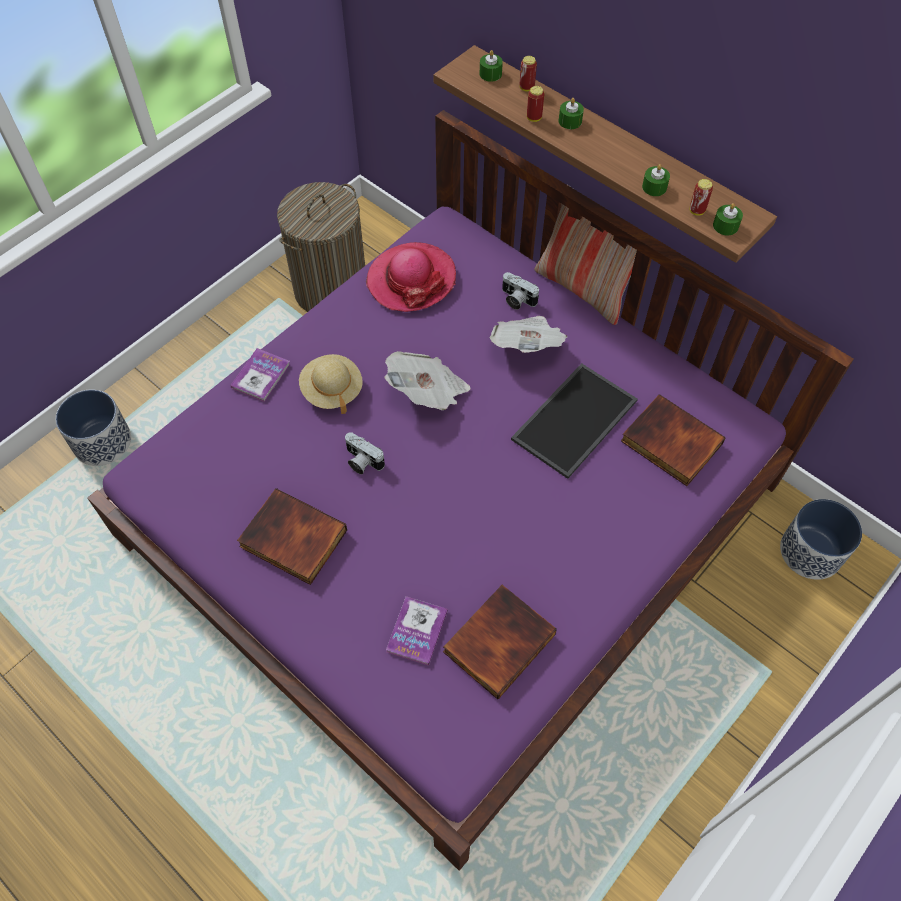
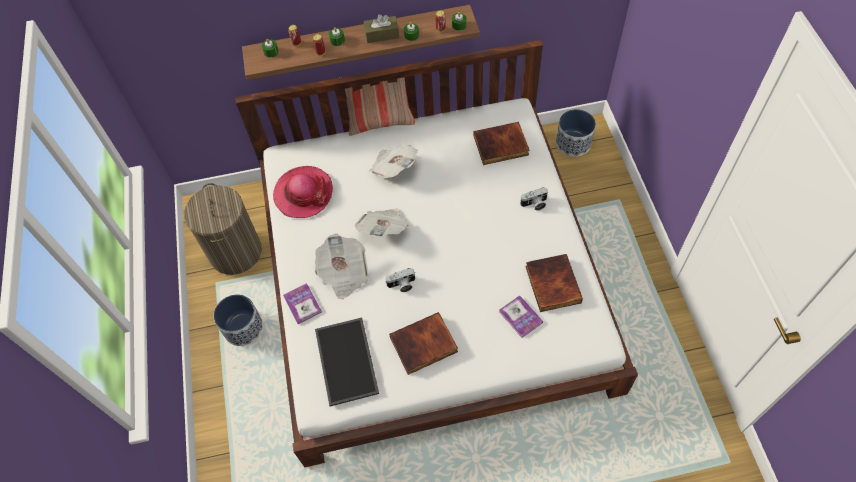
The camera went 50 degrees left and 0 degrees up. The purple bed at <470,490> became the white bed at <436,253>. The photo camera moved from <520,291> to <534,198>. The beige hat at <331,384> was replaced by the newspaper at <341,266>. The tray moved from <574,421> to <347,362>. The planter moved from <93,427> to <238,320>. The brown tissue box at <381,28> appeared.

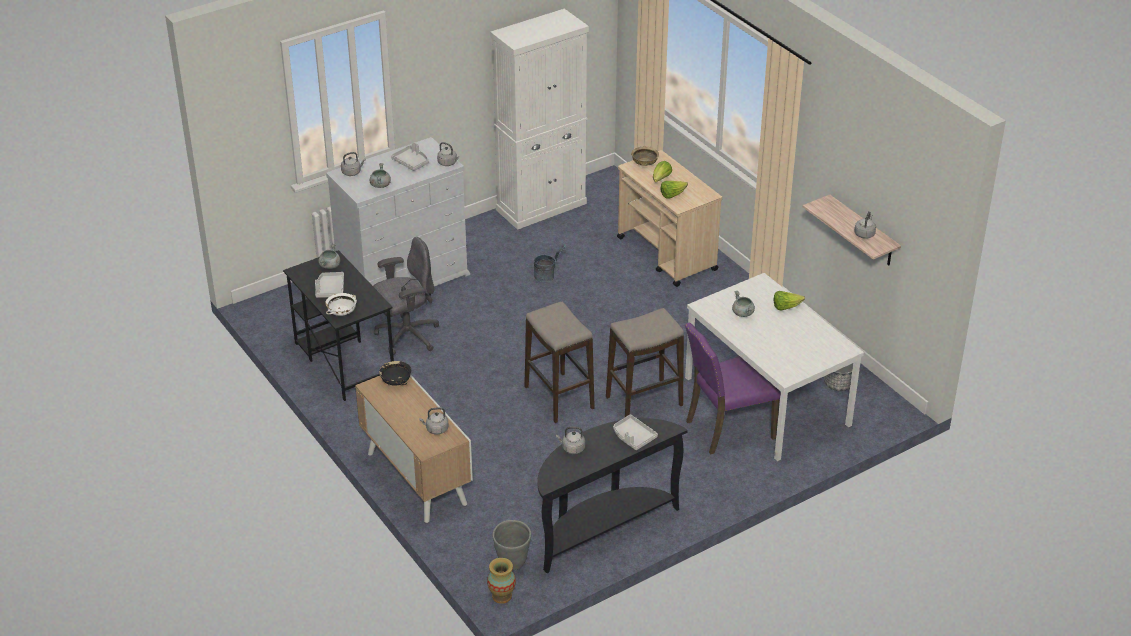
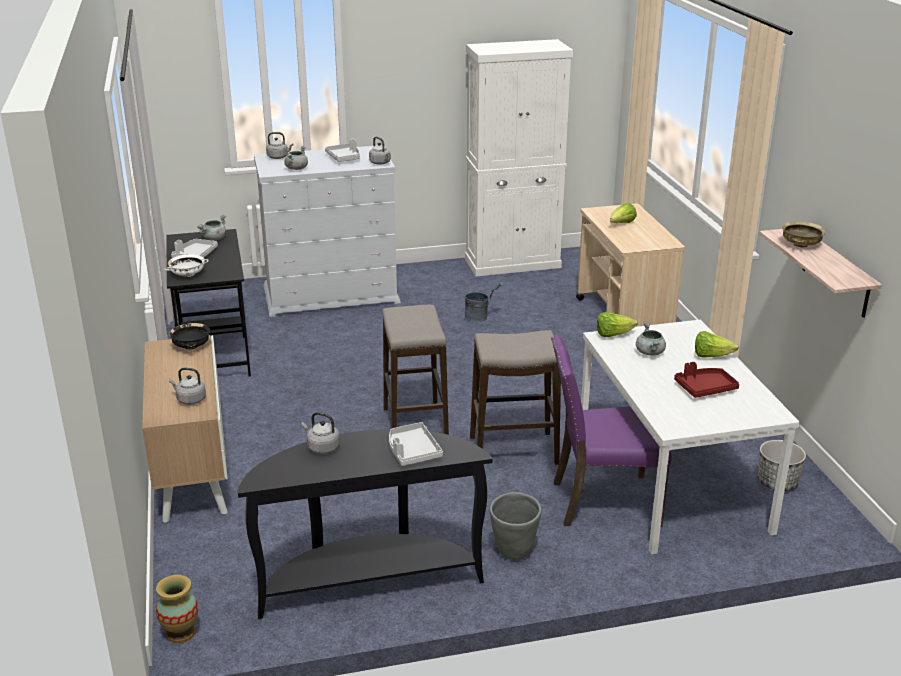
The camera went 20 degrees right and 10 degrees down. The beige bowl moved from <645,156> to <804,234>. The lettuce moved from <674,190> to <617,324>. The grey kettle at <865,225> disappeared. The grey office chair at <406,296> disappeared. The grey planter moved from <512,545> to <516,526>. The red tray at <706,380> appeared.

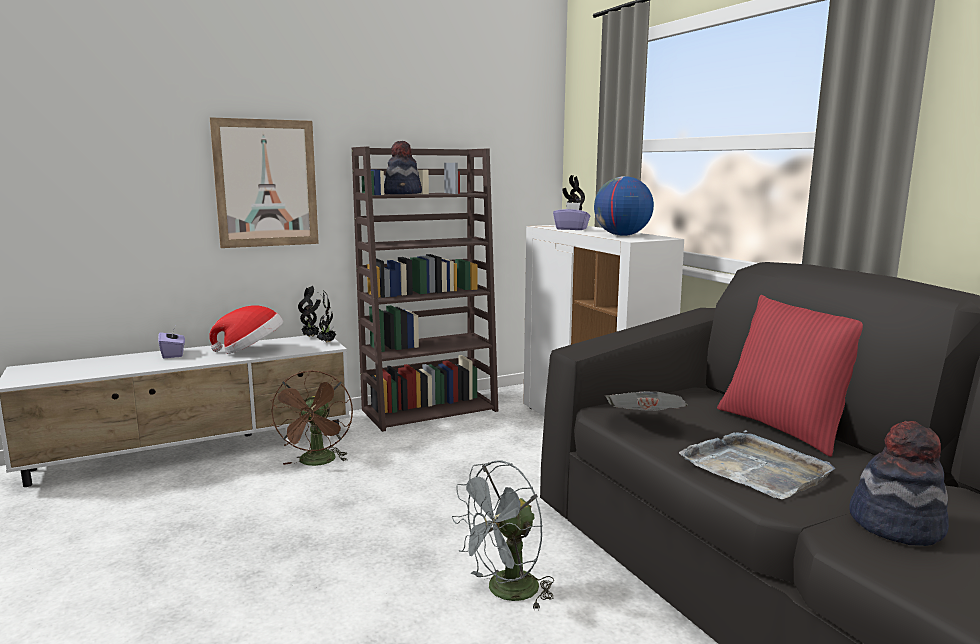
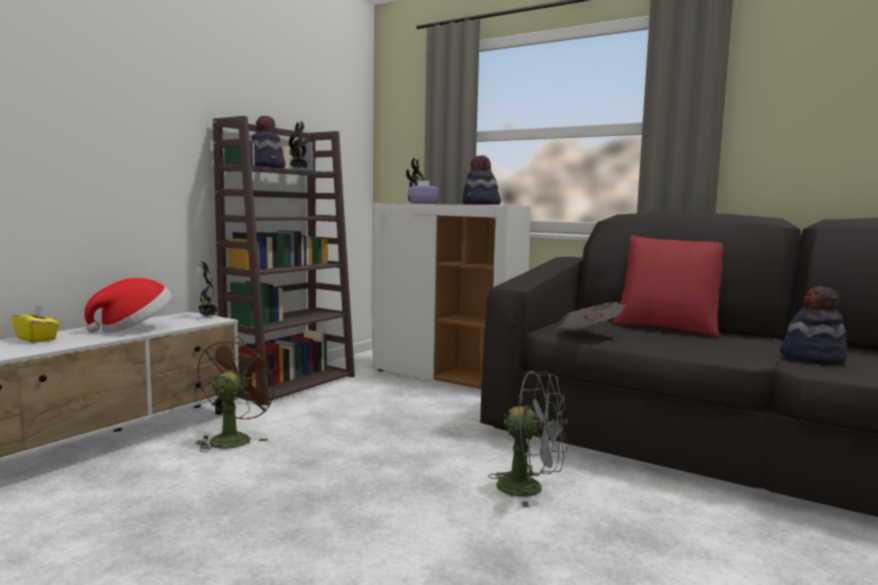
The camera went 30 degrees left and 5 degrees down. The picture at <264,182> disappeared. The globe at <624,206> was replaced by the hat at <481,180>. The potted plant moved from <309,311> to <299,145>. The purple tissue box at <171,342> became the yellow tissue box at <36,324>. The brown fan at <311,418> turned 135 degrees counterclockwise. The grey tray at <757,464> disappeared. The grey fan at <503,535> turned 90 degrees counterclockwise.

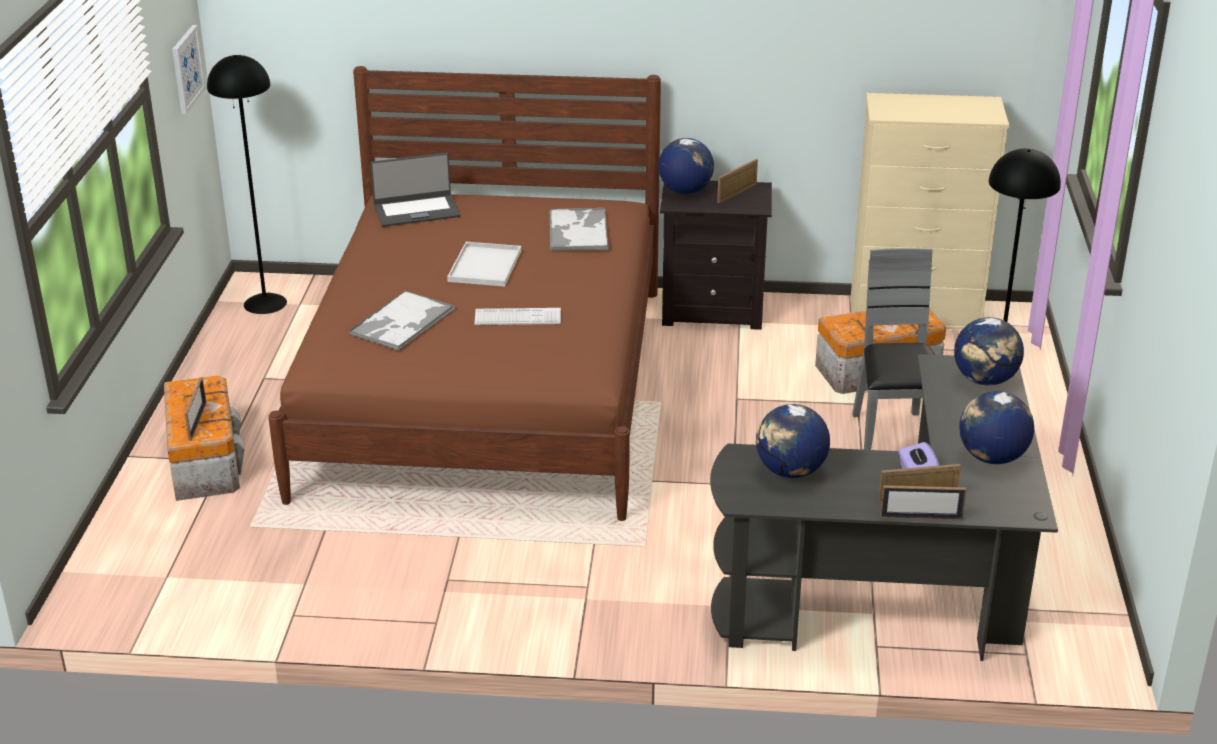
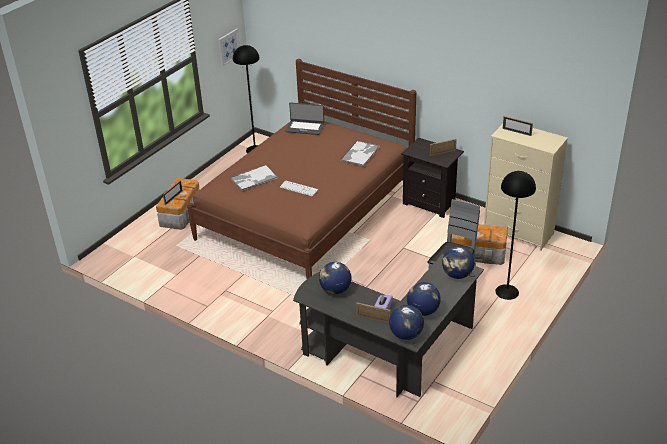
The camera went 30 degrees right and 5 degrees up. The globe moved from <686,166> to <406,322>. The white tray at <484,264> disappeared. The picture frame moved from <923,502> to <518,126>.

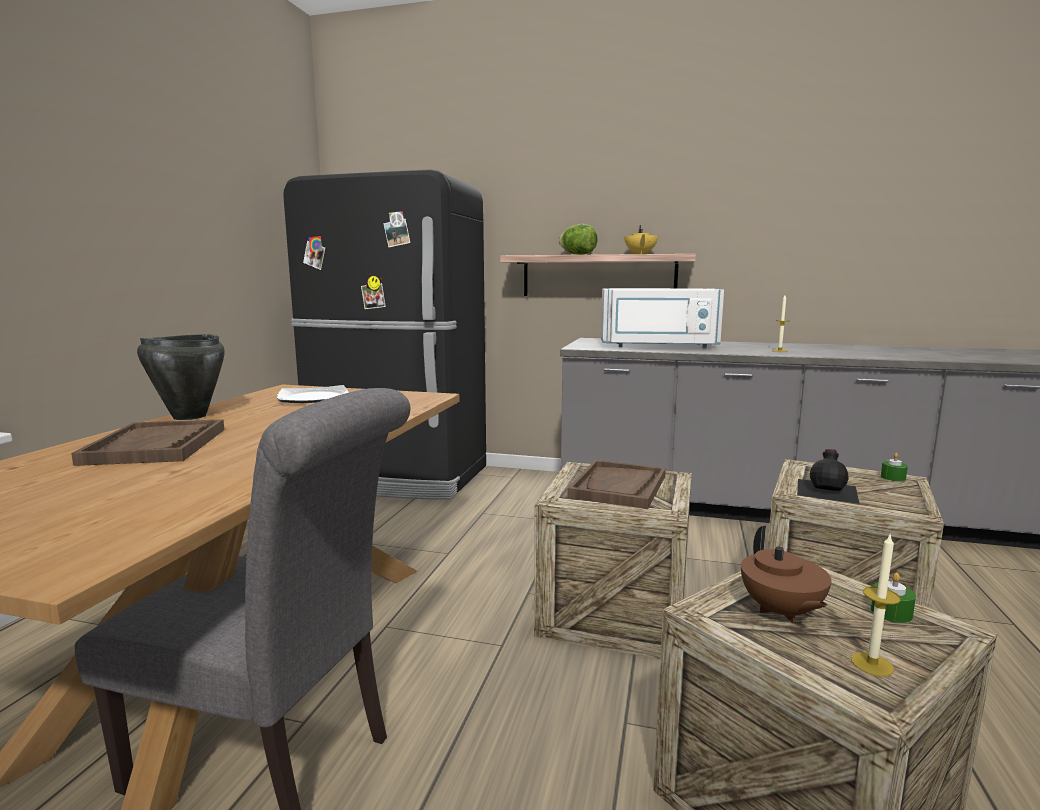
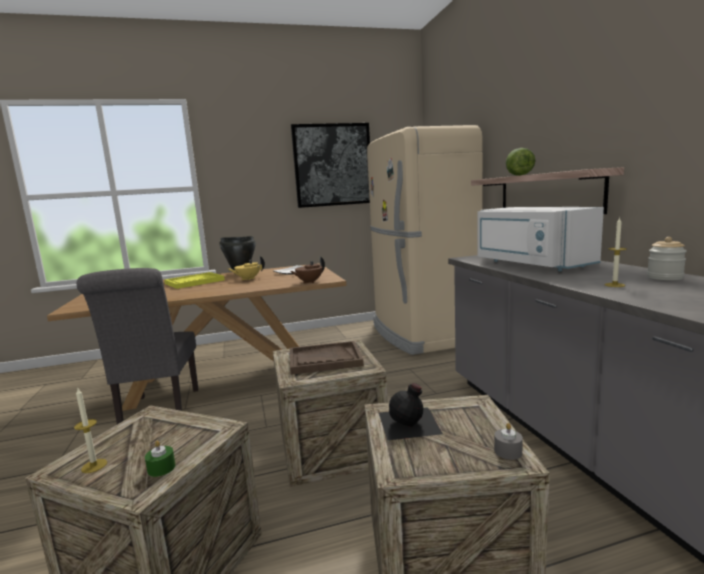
The camera went 60 degrees right and 0 degrees up. The black fridge at <384,335> became the beige fridge at <425,240>. The yellow teapot moved from <641,239> to <246,268>. The brown tray at <147,442> became the yellow tray at <194,280>. The green candle at <894,467> became the grey candle at <508,441>. The brown teapot moved from <786,574> to <307,270>. The picture at <330,165> appeared. The jar at <667,258> appeared.

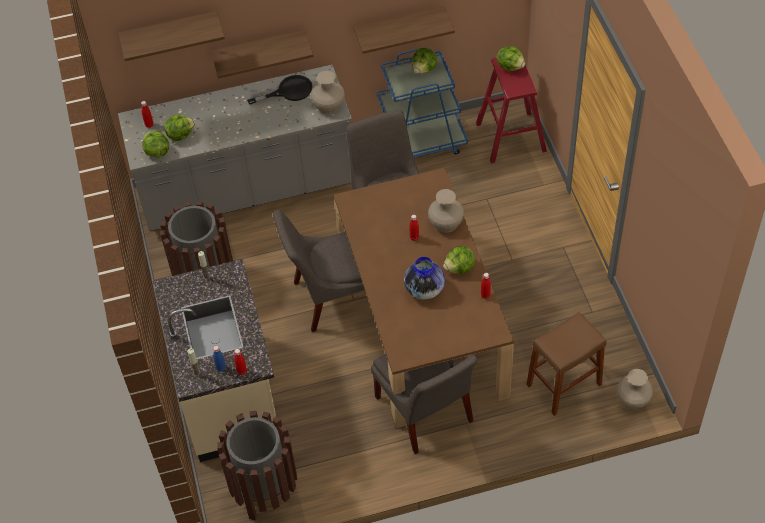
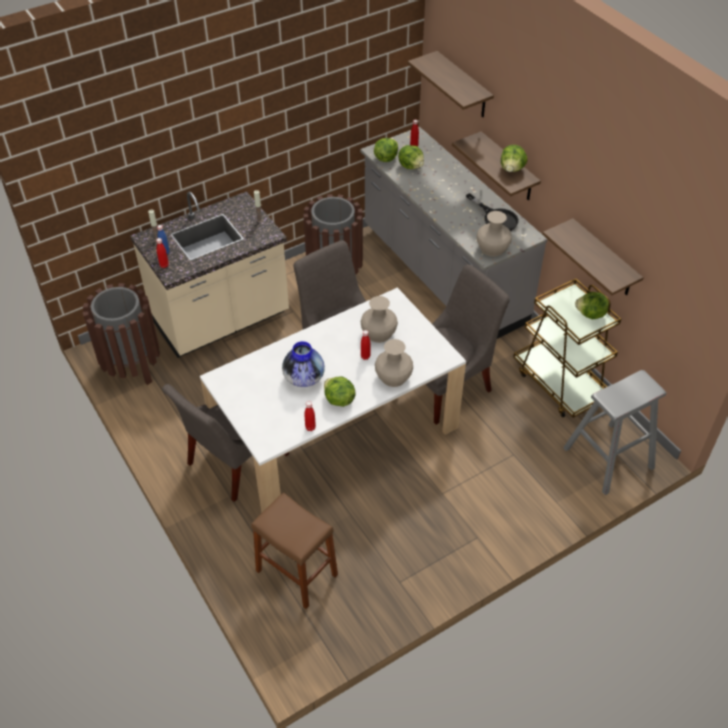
The camera went 70 degrees right and 5 degrees down. The lettuce moved from <511,58> to <514,158>. The blue cart at <422,103> became the brown cart at <567,348>. The red stool at <511,110> became the grey stool at <614,432>. The brown dining table at <424,298> became the white dining table at <333,400>. The beige vase moved from <634,389> to <379,319>.

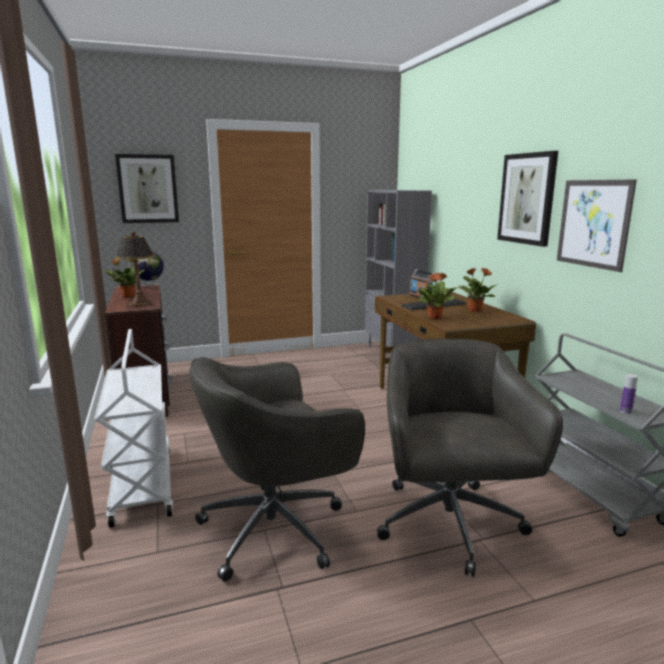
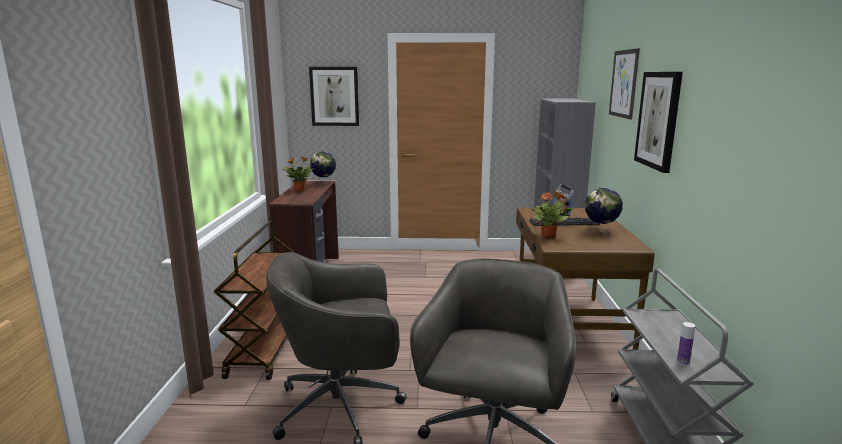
The camera went 20 degrees right and 0 degrees up. The picture moved from <597,226> to <624,83>. The table lamp at <135,269> disappeared. The potted plant at <477,289> was replaced by the globe at <604,211>. The white cart at <133,428> became the brown cart at <254,300>.

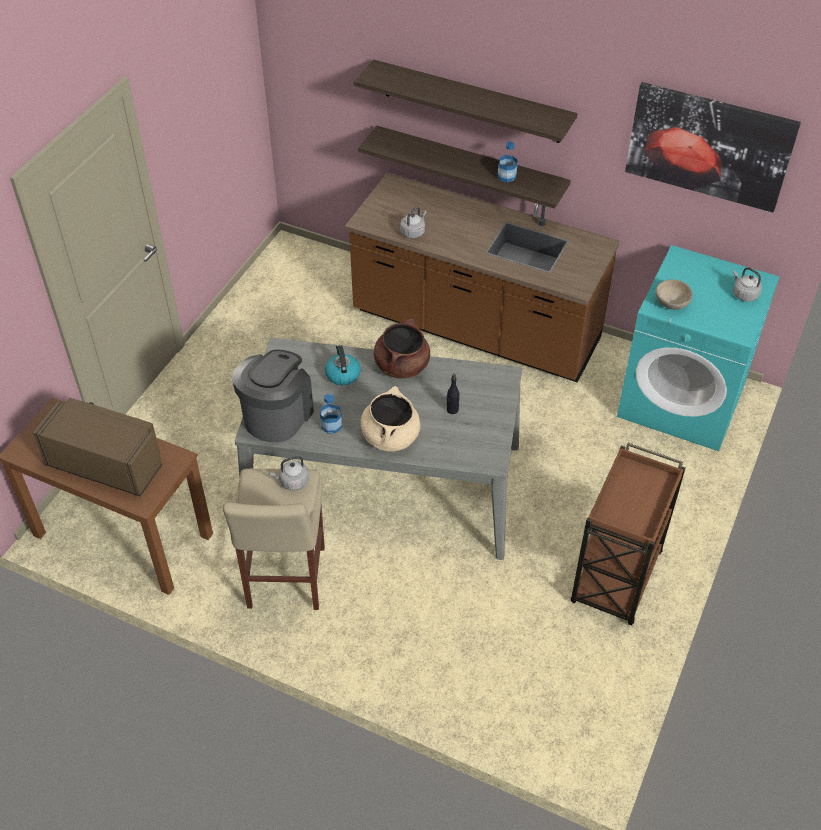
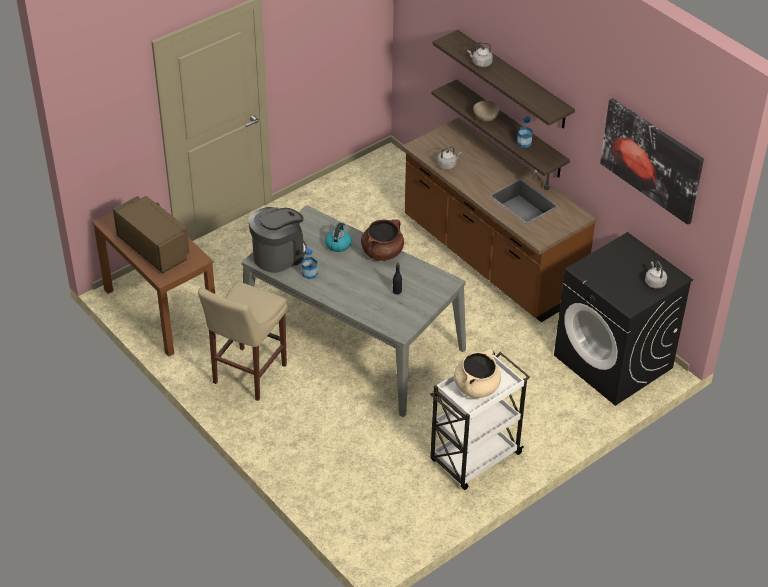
The camera went 25 degrees right and 5 degrees down. The turquoise washing machine at <698,348> became the black washing machine at <623,319>. The beige bowl moved from <674,294> to <486,111>. The beige cooking pot moved from <390,419> to <477,374>. The brown cart at <628,534> became the white cart at <480,421>. The grey kettle moved from <289,473> to <480,54>.

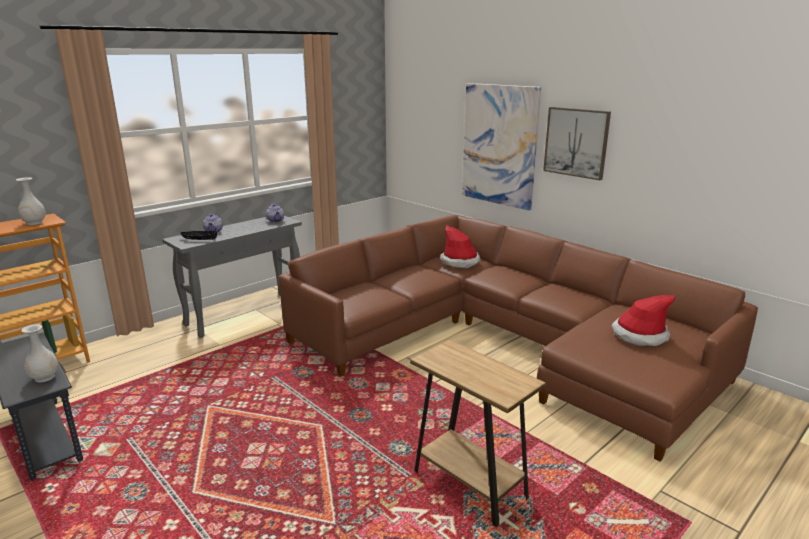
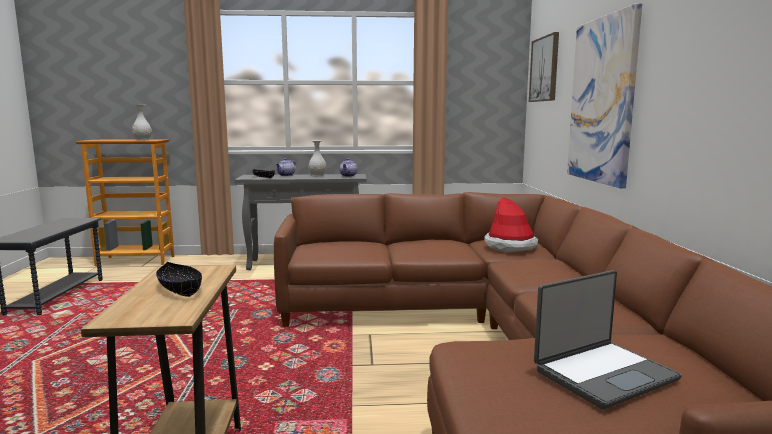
The camera went 40 degrees right and 10 degrees down. The picture moved from <577,143> to <544,67>. The hat at <643,320> was replaced by the laptop at <608,340>. The white vase moved from <39,353> to <317,158>. The black bowl at <179,279> appeared.

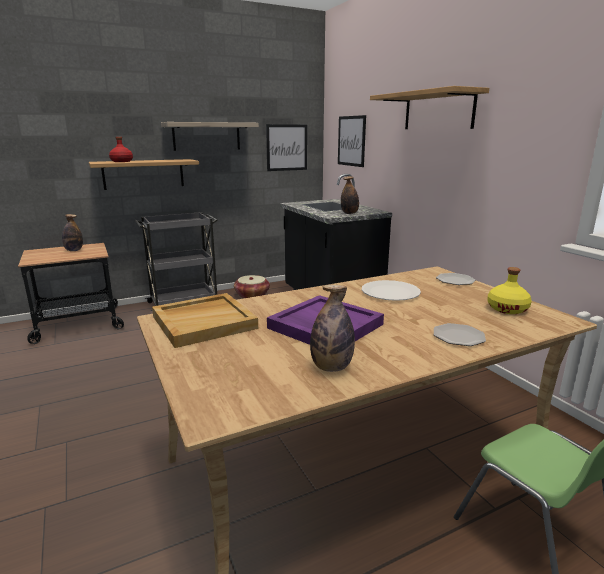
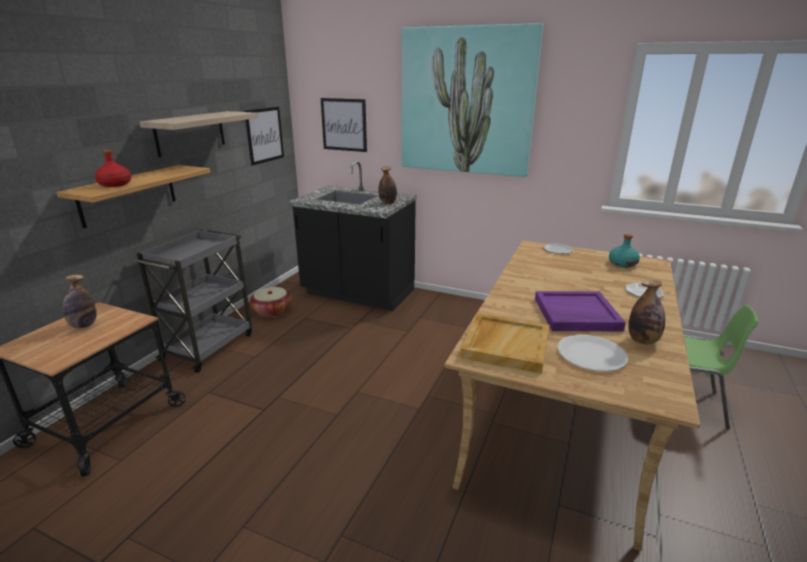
The camera went 40 degrees left and 5 degrees up. The shelf at <429,107> was replaced by the picture at <472,100>. The yellow bottle at <509,290> became the turquoise bottle at <624,250>. The white plate moved from <391,290> to <592,353>.

